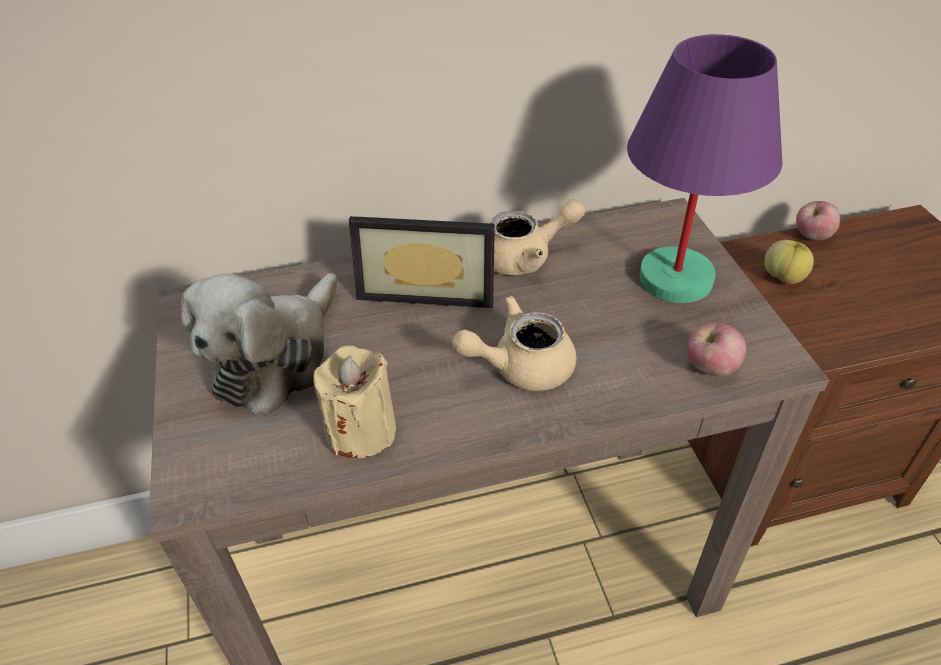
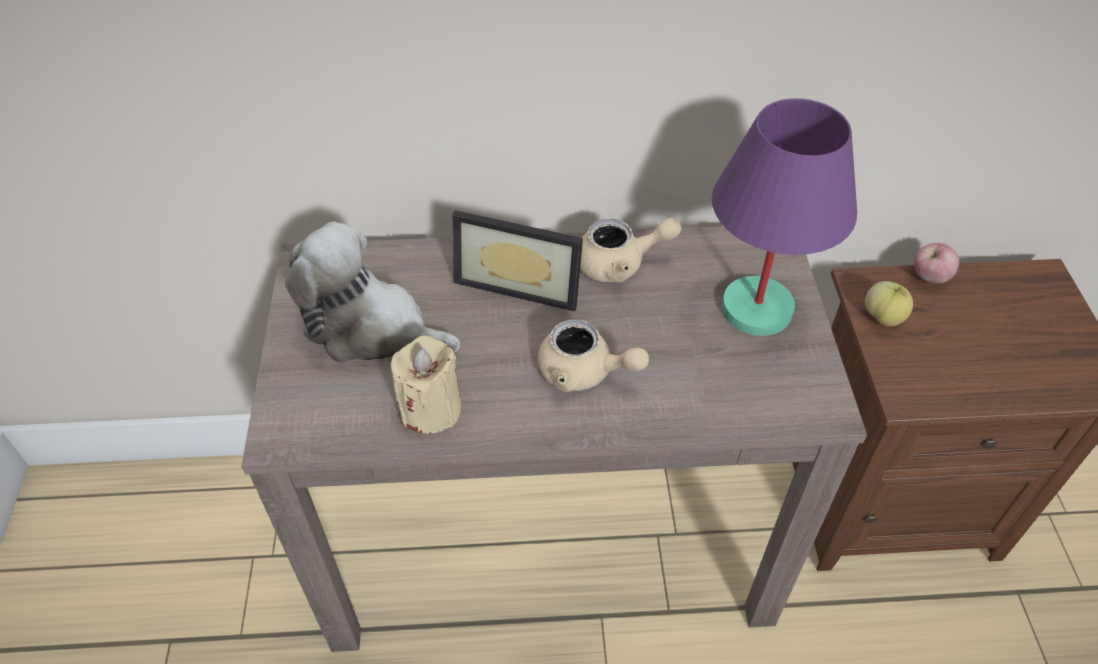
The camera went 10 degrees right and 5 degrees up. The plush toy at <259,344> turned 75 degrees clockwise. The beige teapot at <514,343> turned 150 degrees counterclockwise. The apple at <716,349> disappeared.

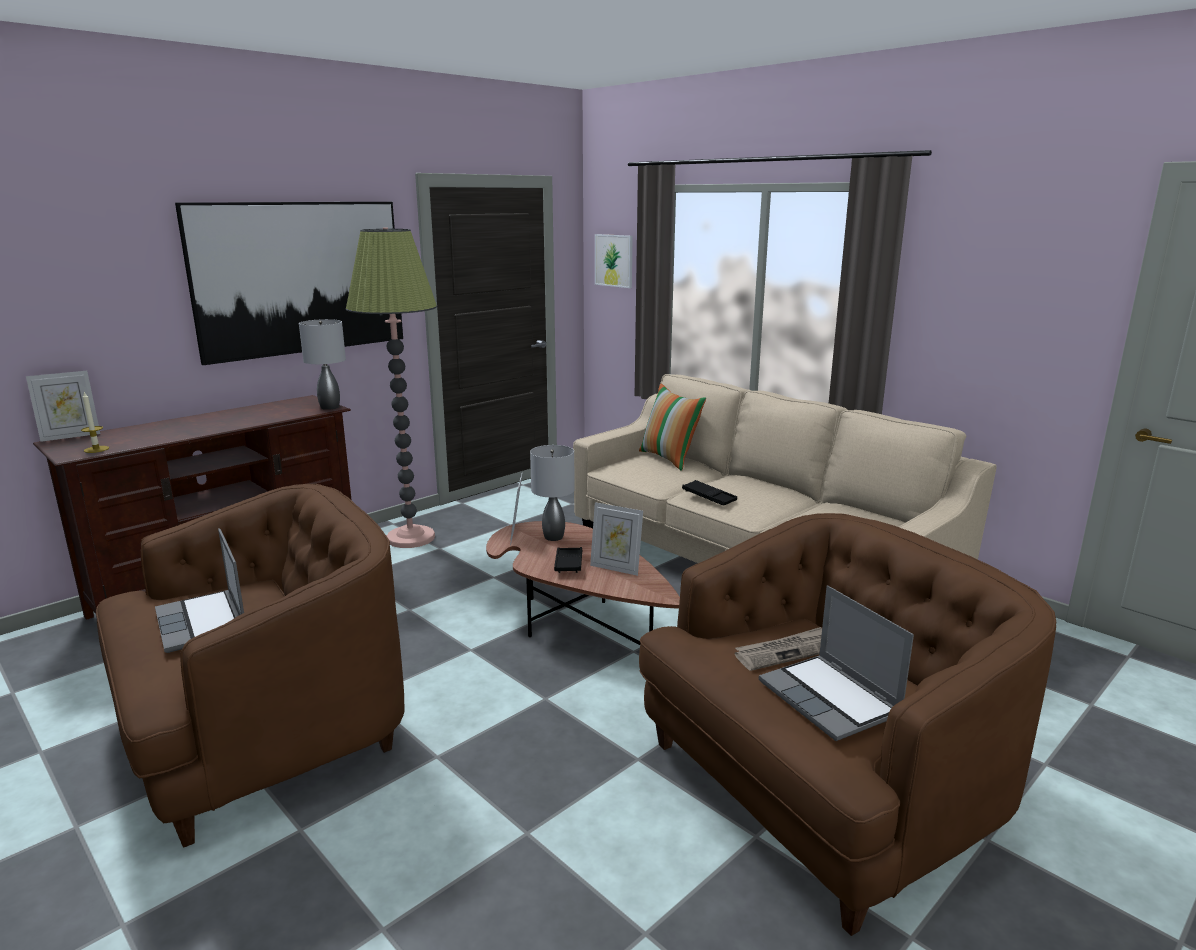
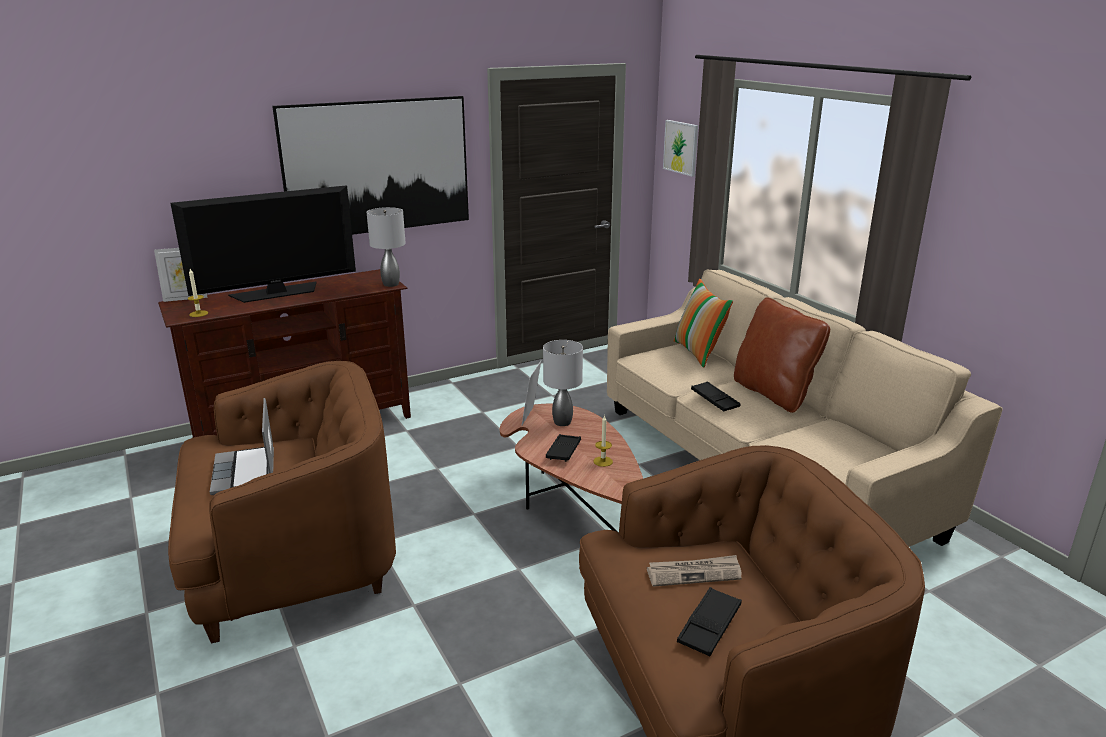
The camera went 15 degrees right and 5 degrees up. The floor lamp at <391,388> disappeared. The picture frame at <616,539> was replaced by the candle at <603,441>. The laptop at <836,663> was replaced by the black tray at <709,621>. The television at <263,244> appeared. The brown pillow at <782,355> appeared.

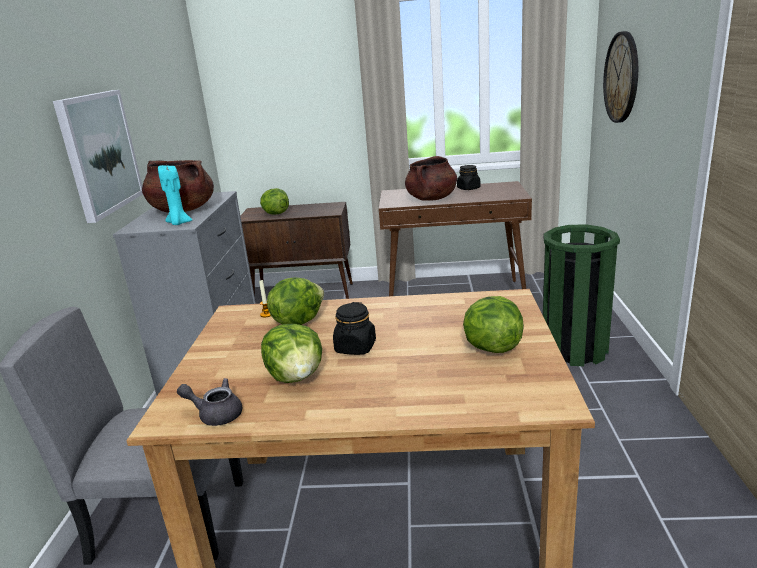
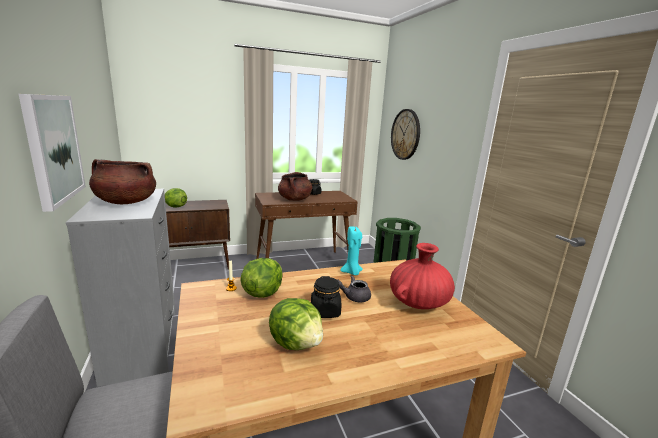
The camera went 25 degrees left and 5 degrees down. The turquoise candle moved from <175,194> to <351,251>. The lettuce at <493,324> was replaced by the red vase at <422,276>. The grey teapot moved from <209,402> to <353,289>.

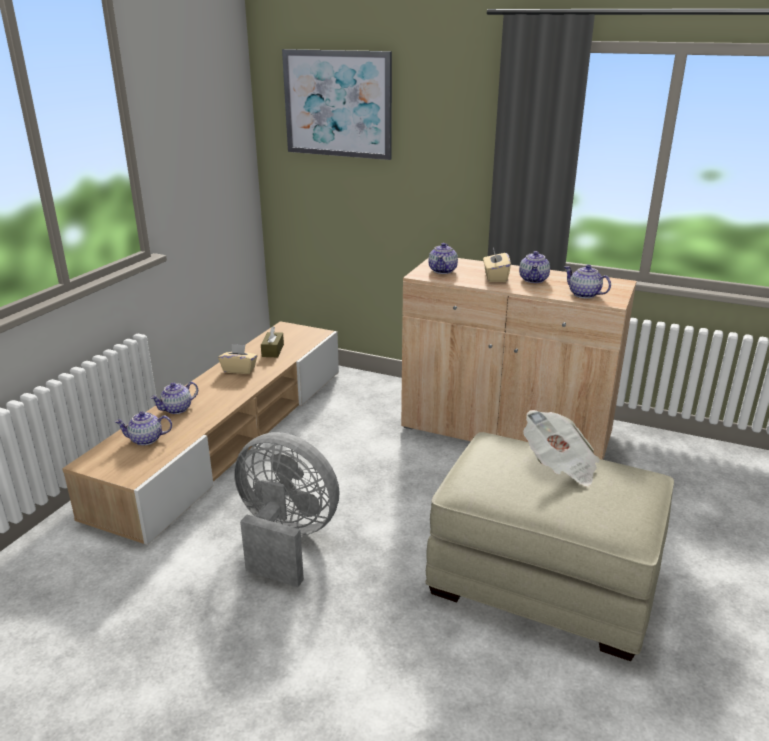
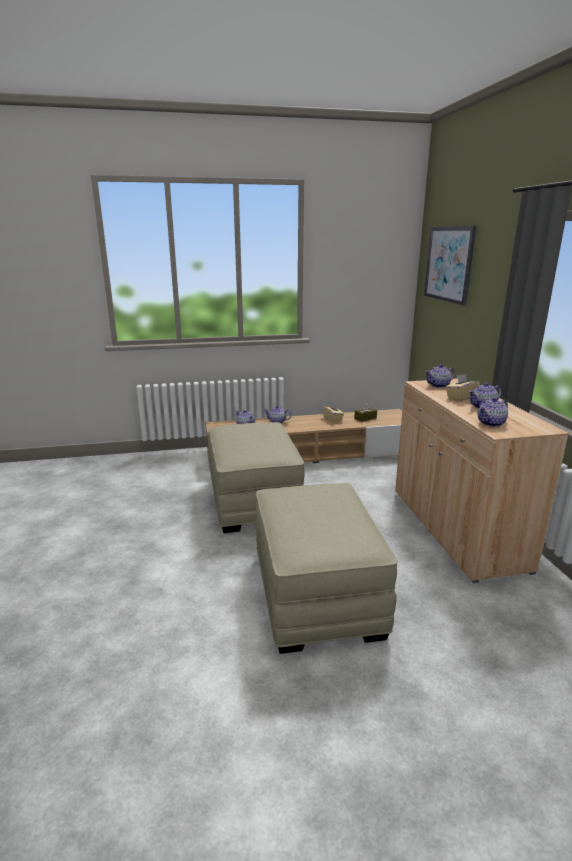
The camera went 55 degrees right and 5 degrees down. The teapot at <587,281> turned 135 degrees counterclockwise. The newspaper at <561,448> disappeared. The grey fan at <287,509> was replaced by the beige ottoman at <256,477>.

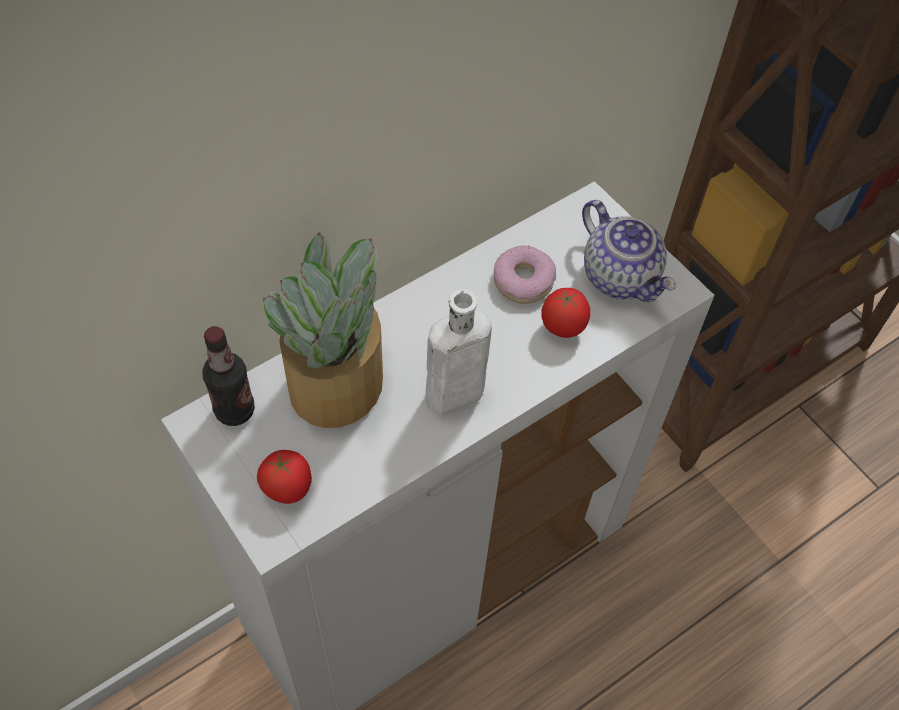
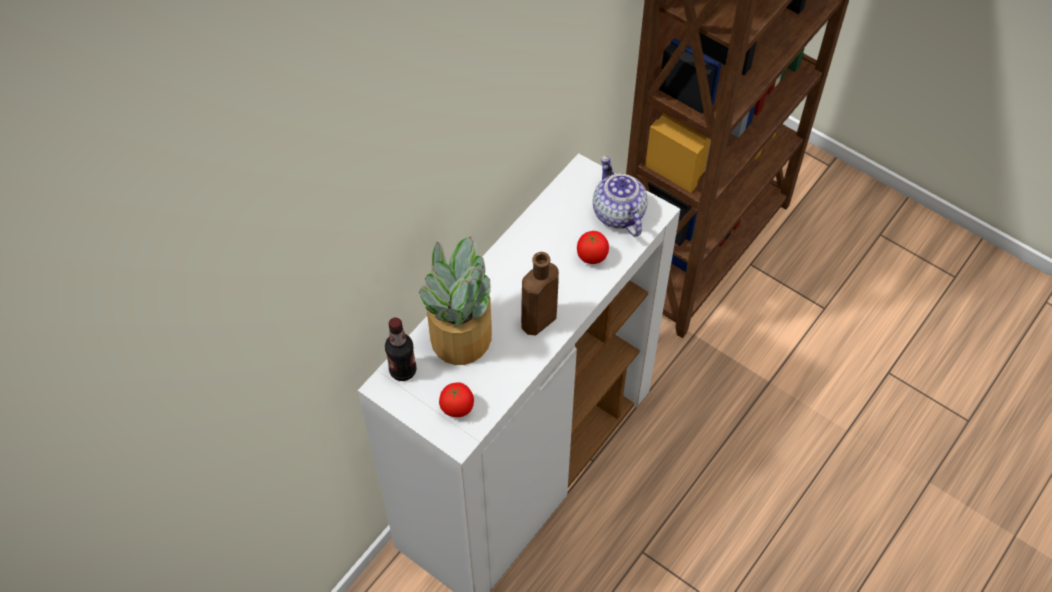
The camera went 15 degrees left and 0 degrees up. The teapot at <629,251> turned 150 degrees counterclockwise. The donut at <525,274> disappeared. The white bottle at <458,352> became the brown bottle at <540,293>.

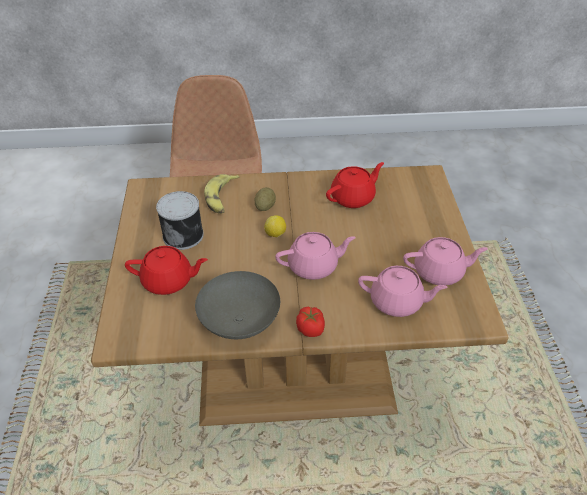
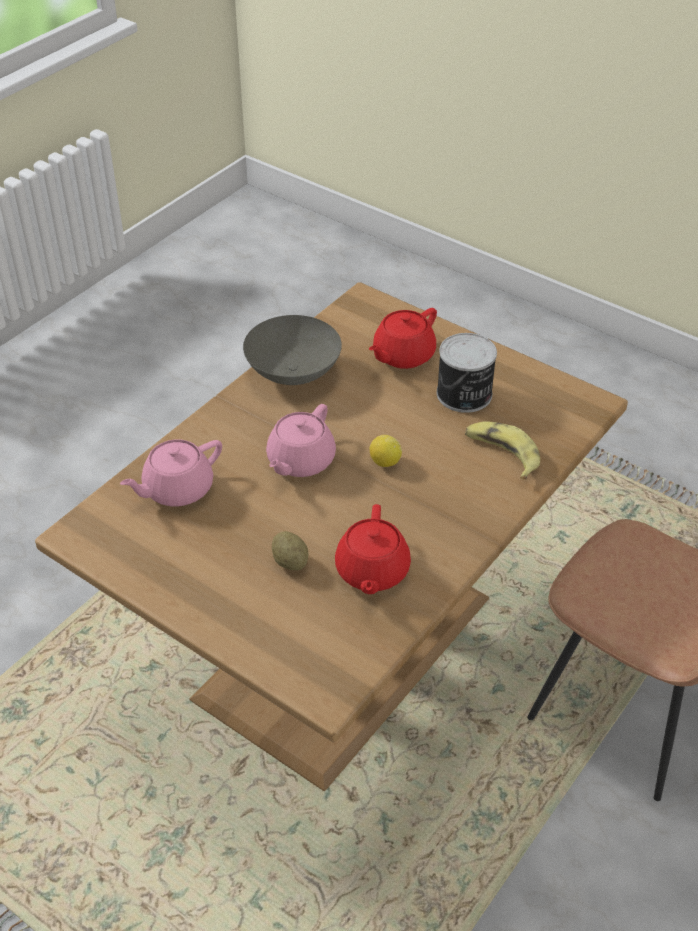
The camera went 130 degrees right and 0 degrees up. The potato moved from <265,199> to <290,550>. The pink teapot at <445,261> disappeared. The tomato at <310,321> disappeared.

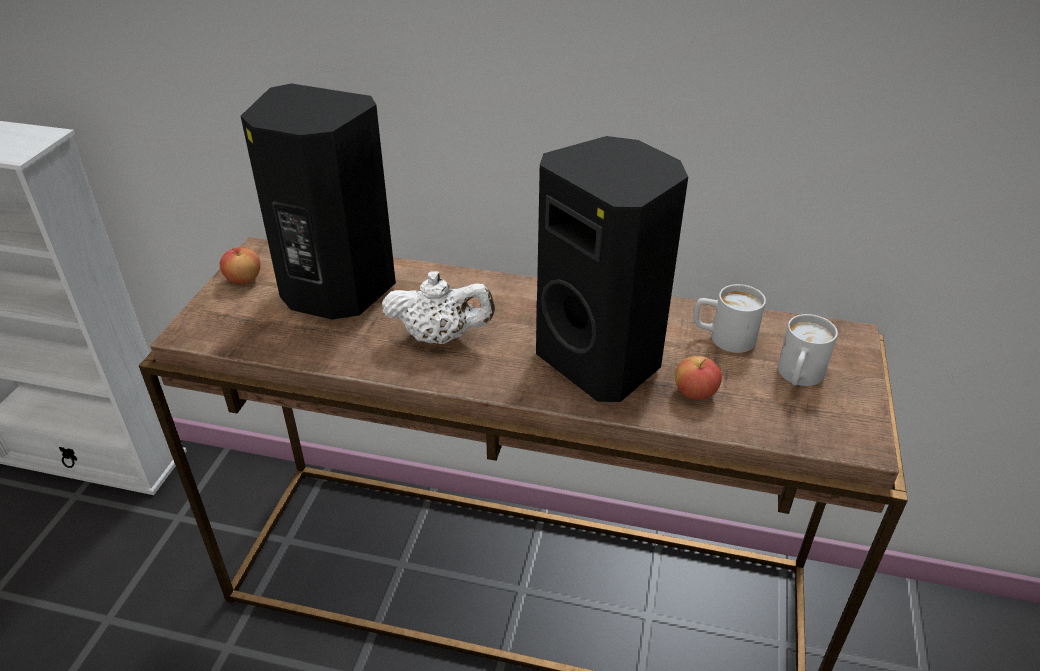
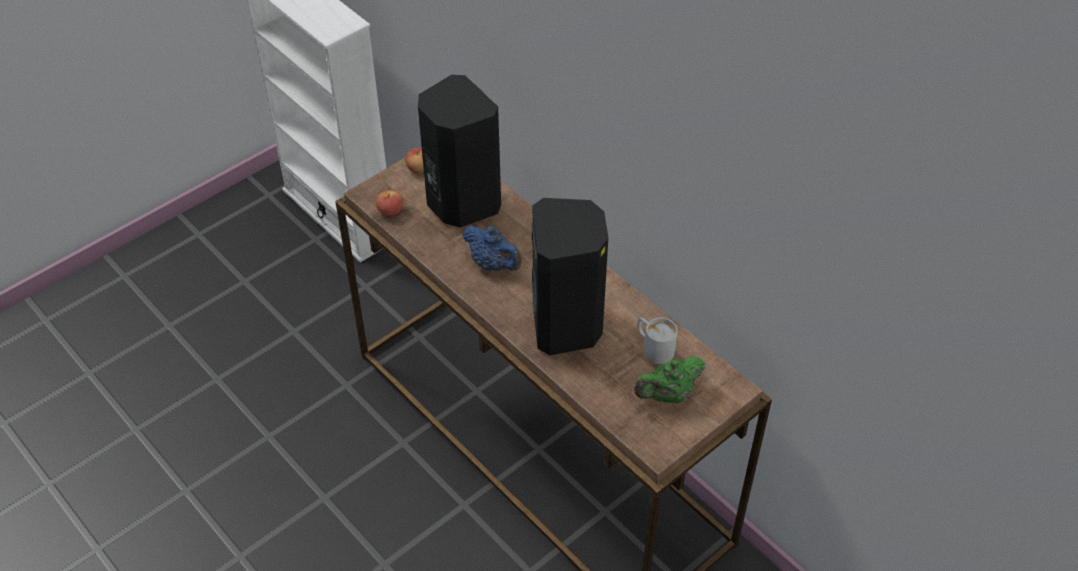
The camera went 35 degrees right and 10 degrees up. The white teapot at <438,307> became the blue teapot at <491,248>. The white mug at <808,350> was replaced by the green teapot at <669,380>. The apple moved from <698,378> to <389,203>.

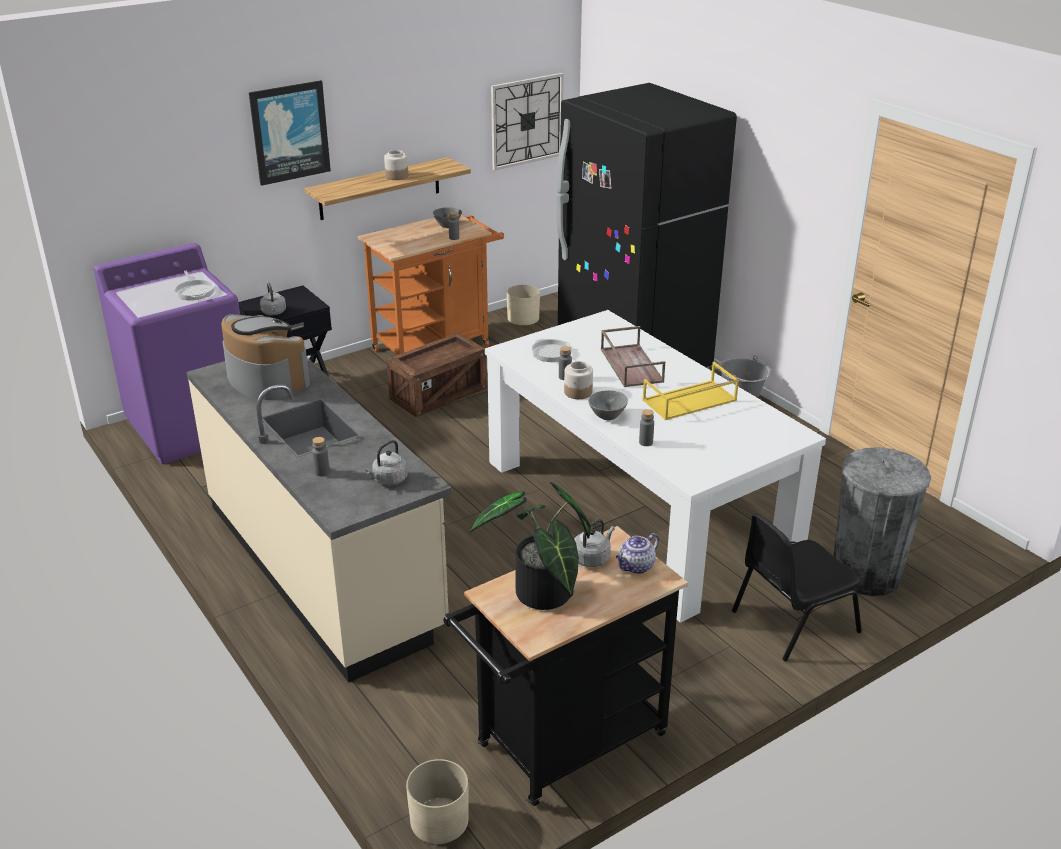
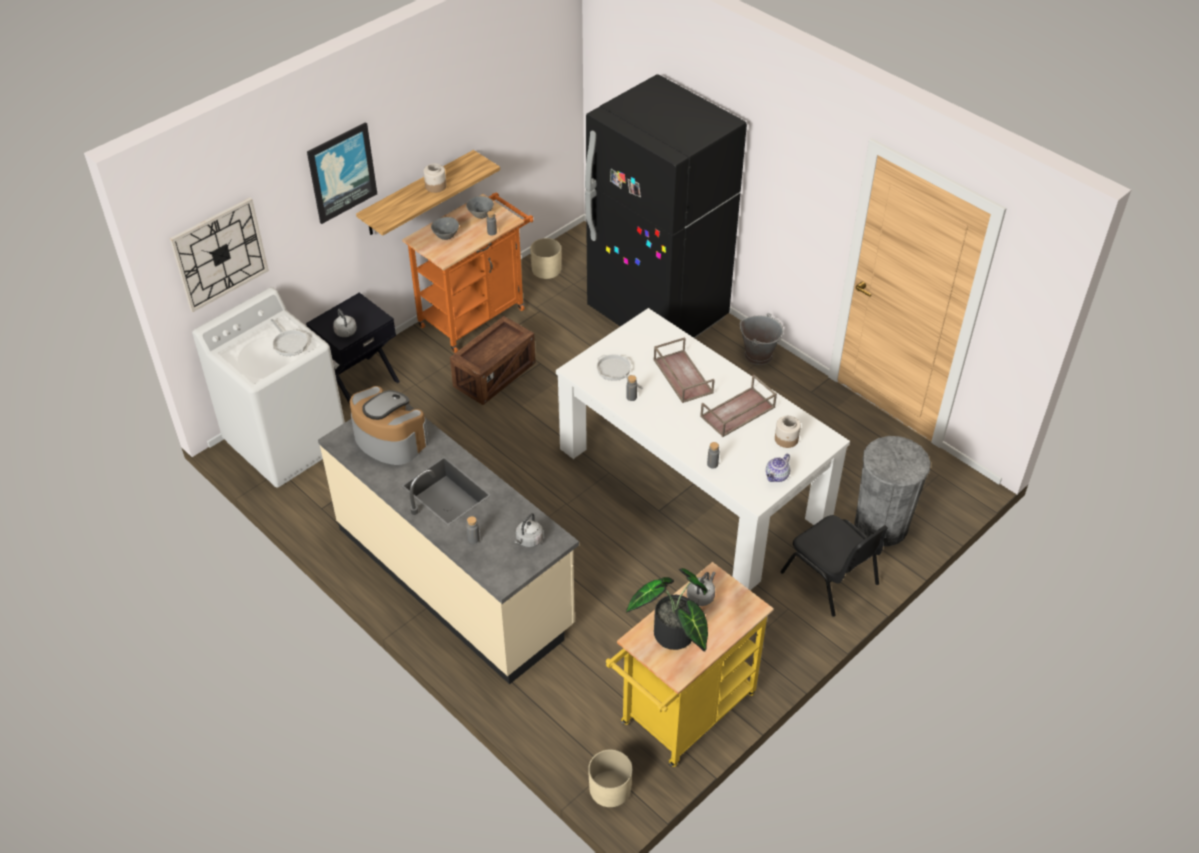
The camera went 10 degrees left and 15 degrees up. The wall clock moved from <527,122> to <219,255>. The purple washing machine at <167,353> became the white washing machine at <268,387>. The jar moved from <578,380> to <788,432>. The yellow tray at <690,391> became the brown tray at <738,405>. The grey bowl moved from <608,405> to <445,228>. The black chair at <797,587> turned 90 degrees counterclockwise. The black cart at <566,666> became the yellow cart at <690,664>. The teapot moved from <637,553> to <778,468>.

